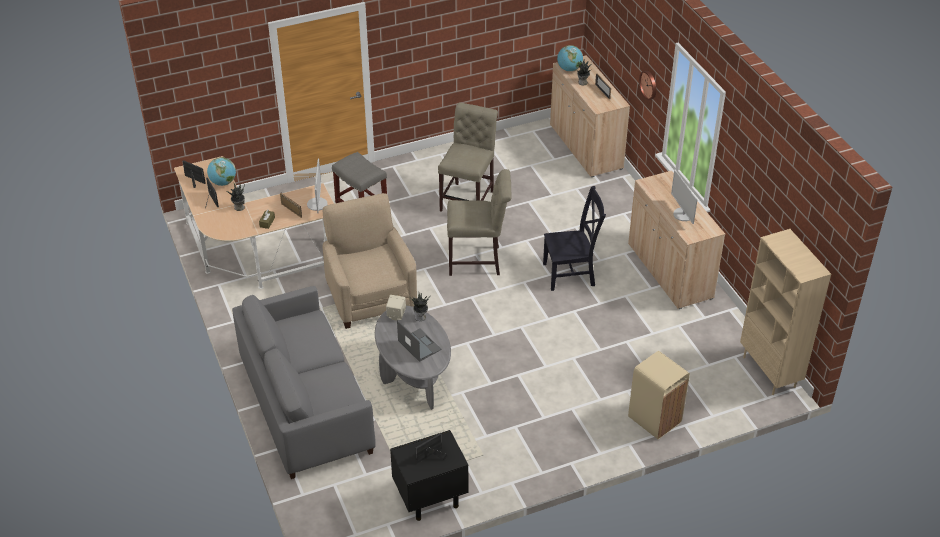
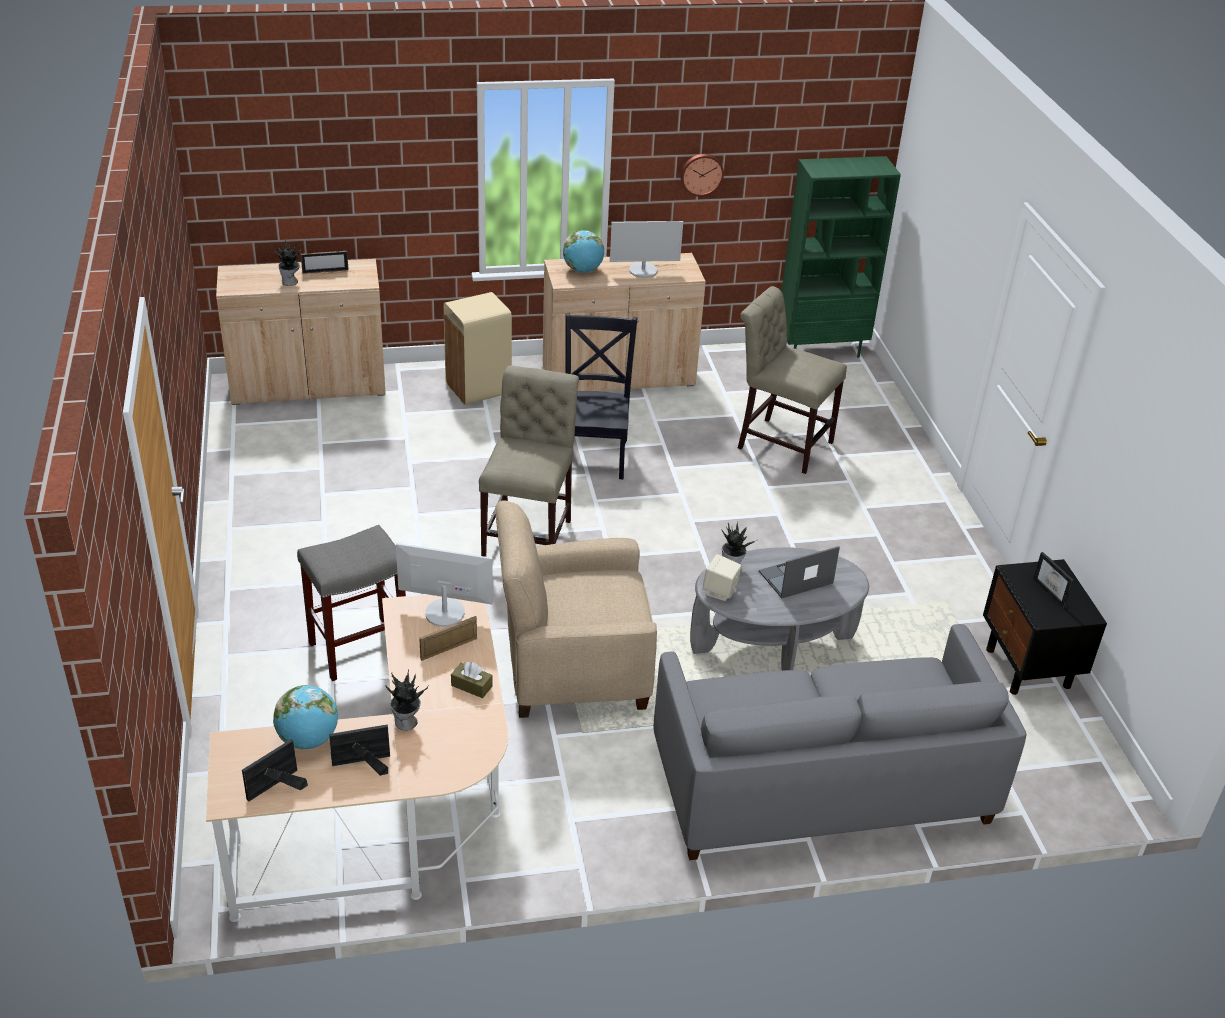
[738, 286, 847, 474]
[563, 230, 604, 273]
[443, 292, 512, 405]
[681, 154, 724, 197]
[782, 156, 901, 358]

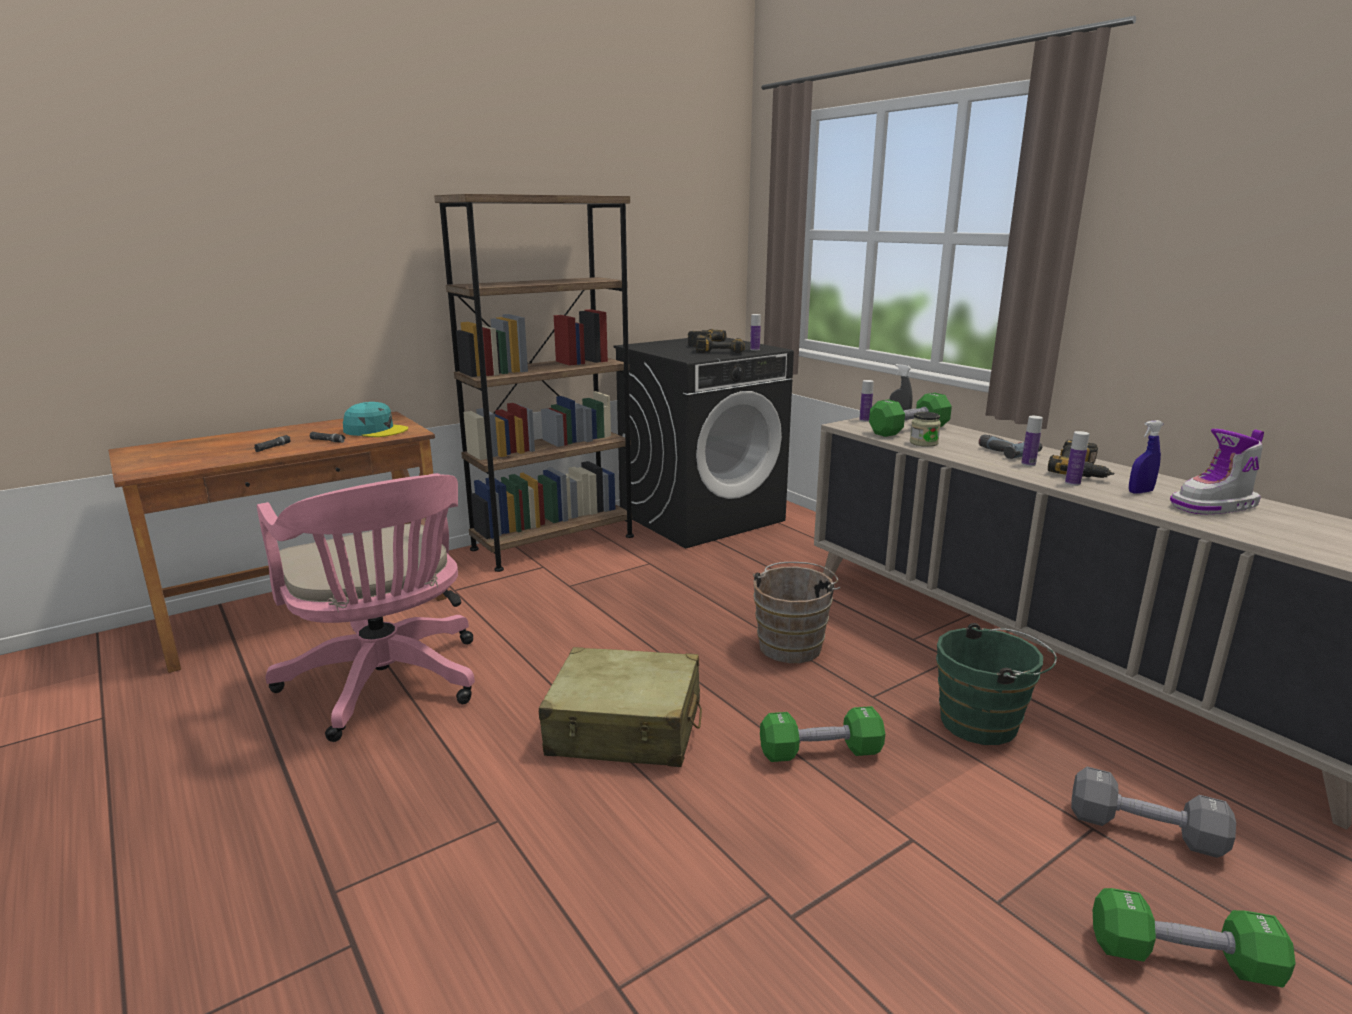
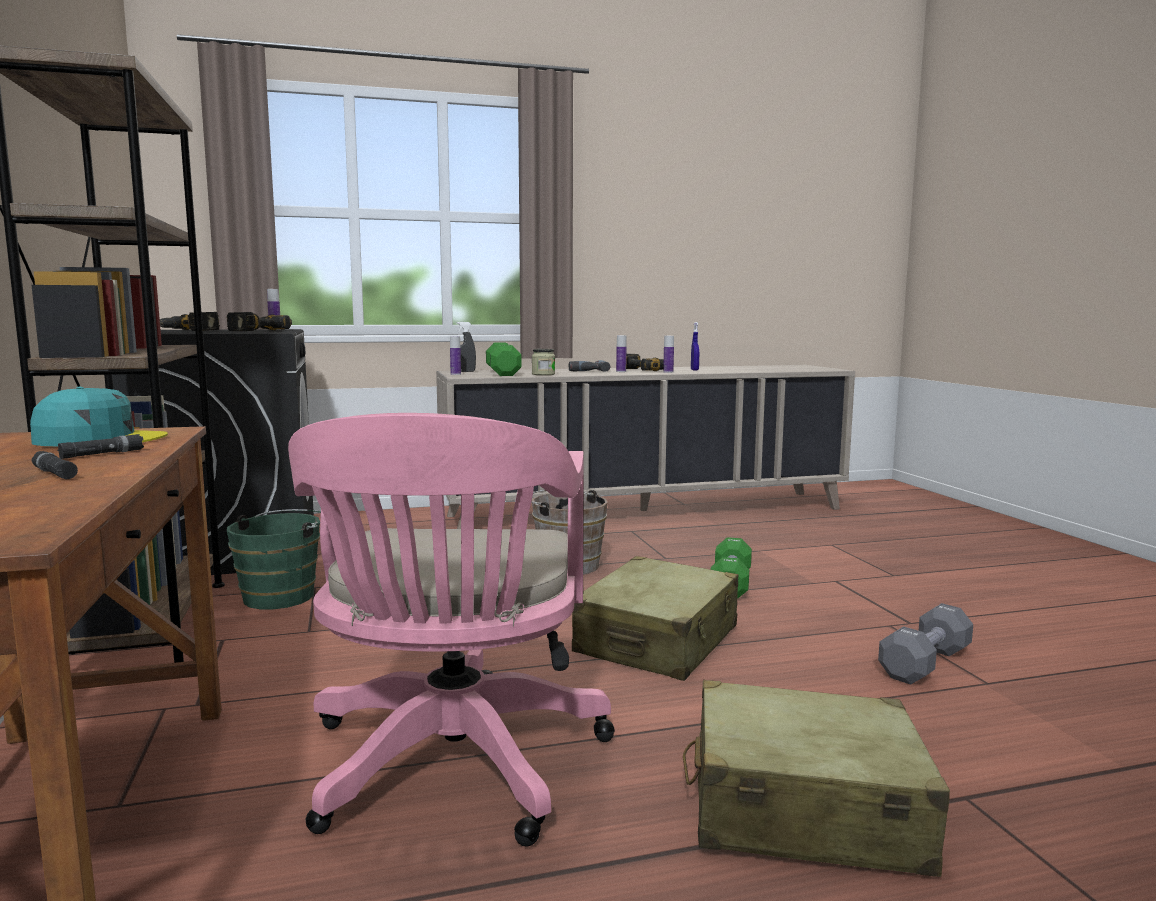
[288, 413, 615, 847]
[30, 387, 168, 447]
[227, 509, 321, 609]
[878, 603, 973, 684]
[1093, 888, 1296, 988] (first image)
[1170, 429, 1264, 514] (first image)
[683, 680, 950, 877]

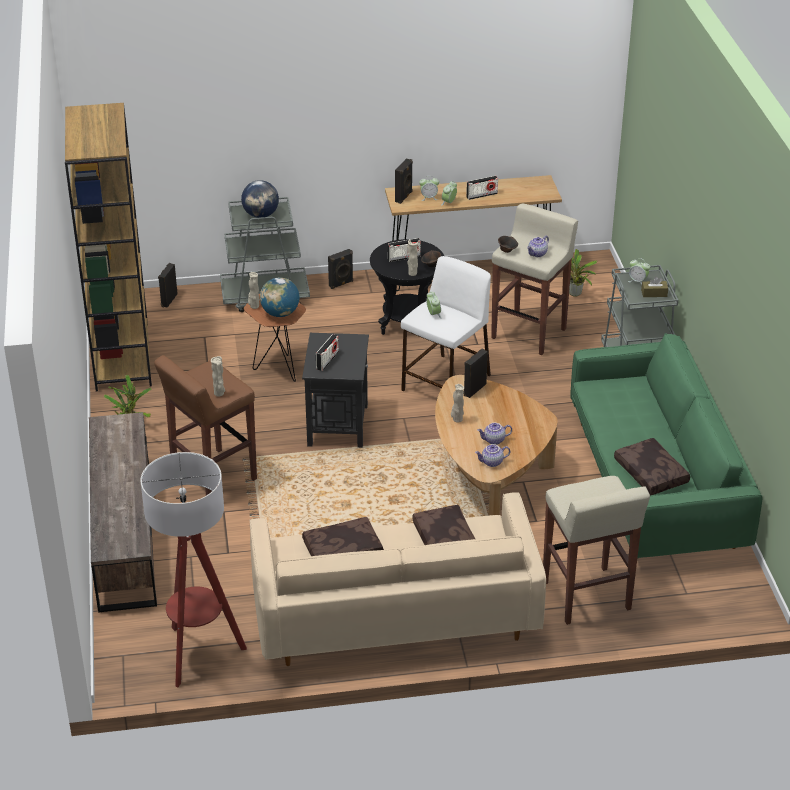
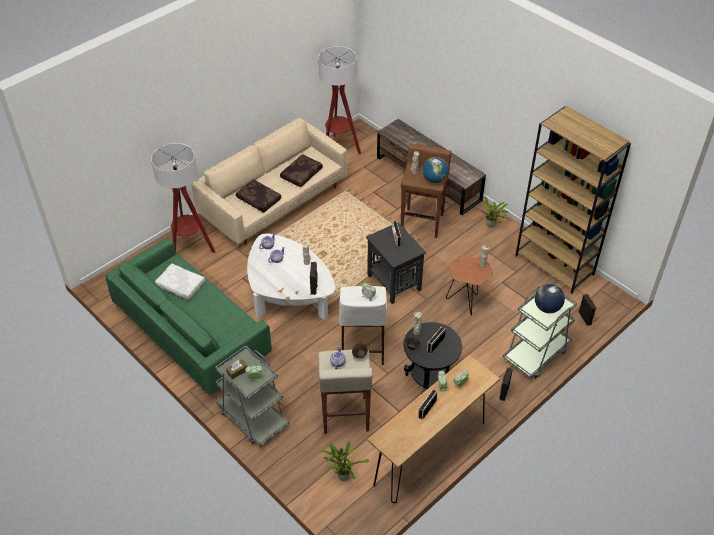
[422, 157, 448, 183]
[395, 158, 413, 204] (first image)
[247, 233, 335, 320]
[151, 143, 215, 253]
[155, 264, 205, 300]

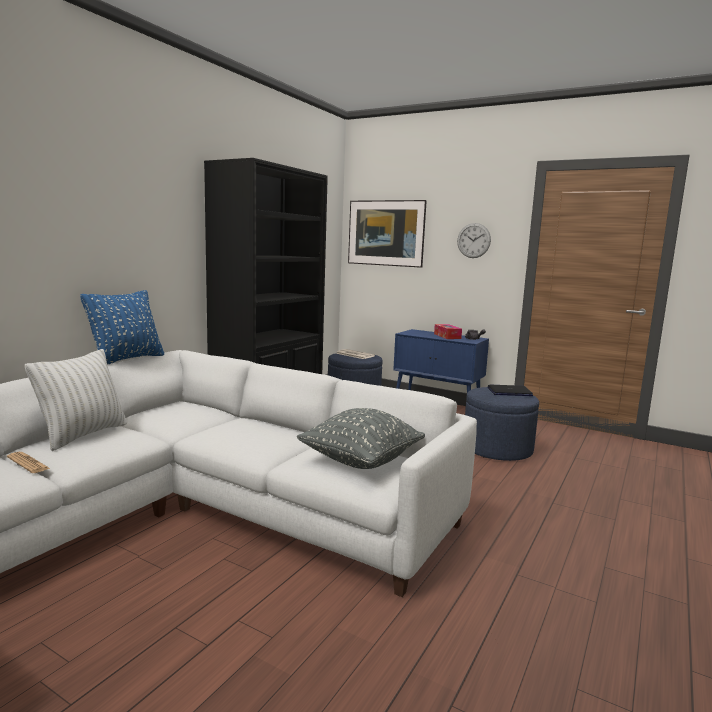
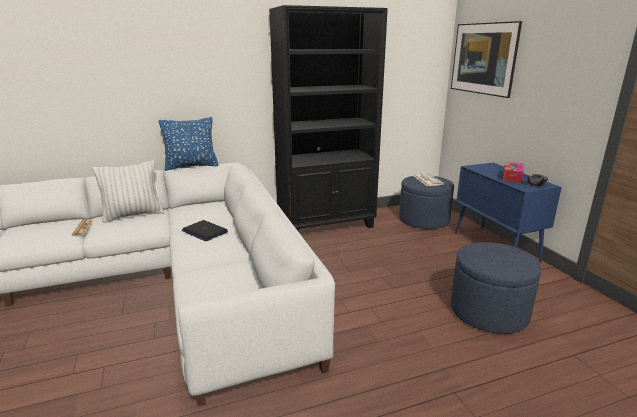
[297, 408, 425, 469] (first image)
[457, 223, 491, 258] (first image)
[182, 220, 228, 241]

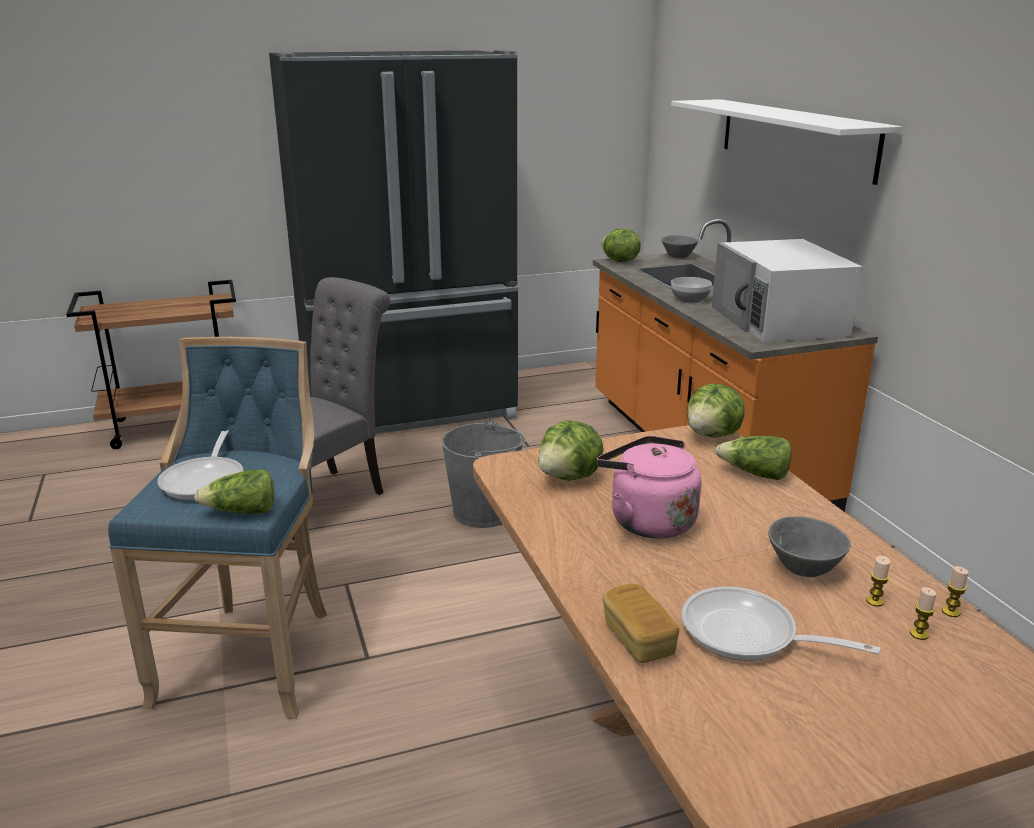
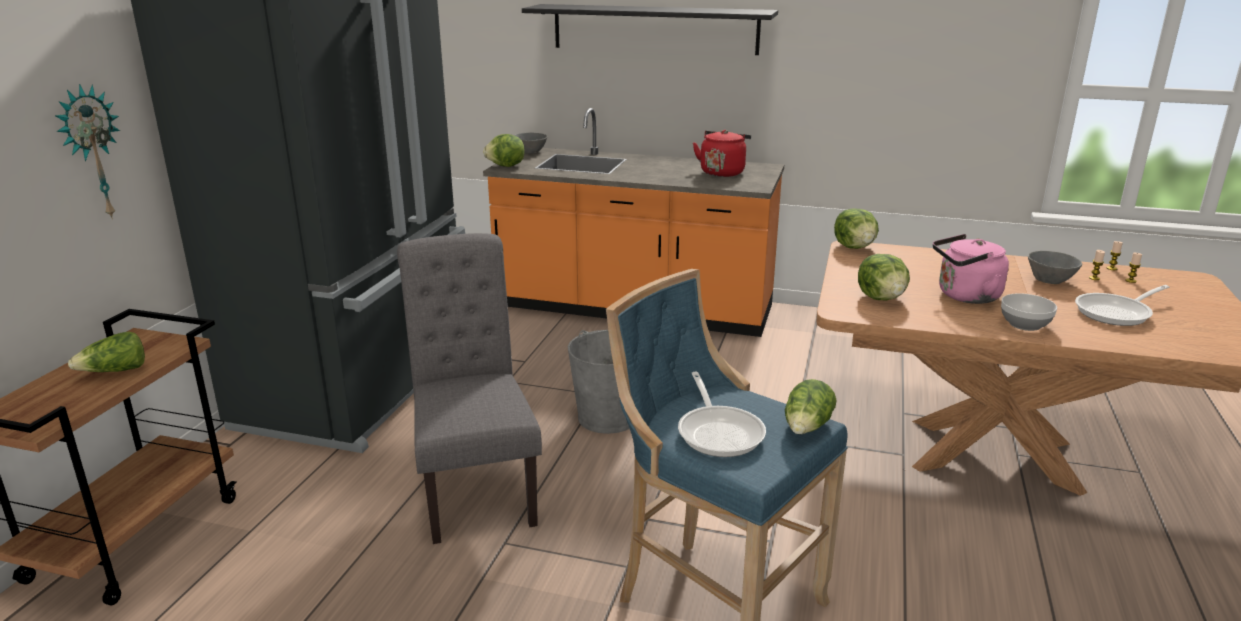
[678, 372, 766, 457]
[603, 584, 679, 663] (first image)
[522, 4, 778, 55]
[1001, 293, 1057, 331]
[693, 130, 751, 177]
[68, 332, 145, 372]
[55, 84, 120, 219]

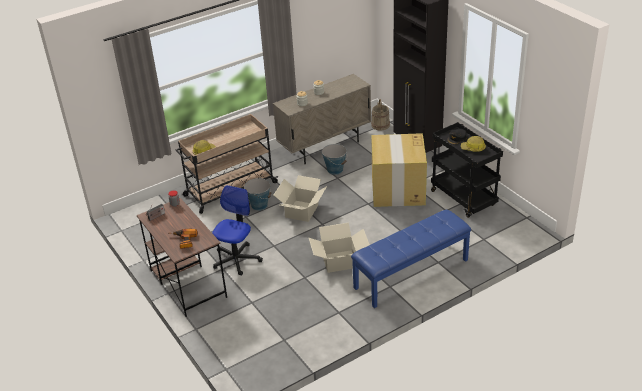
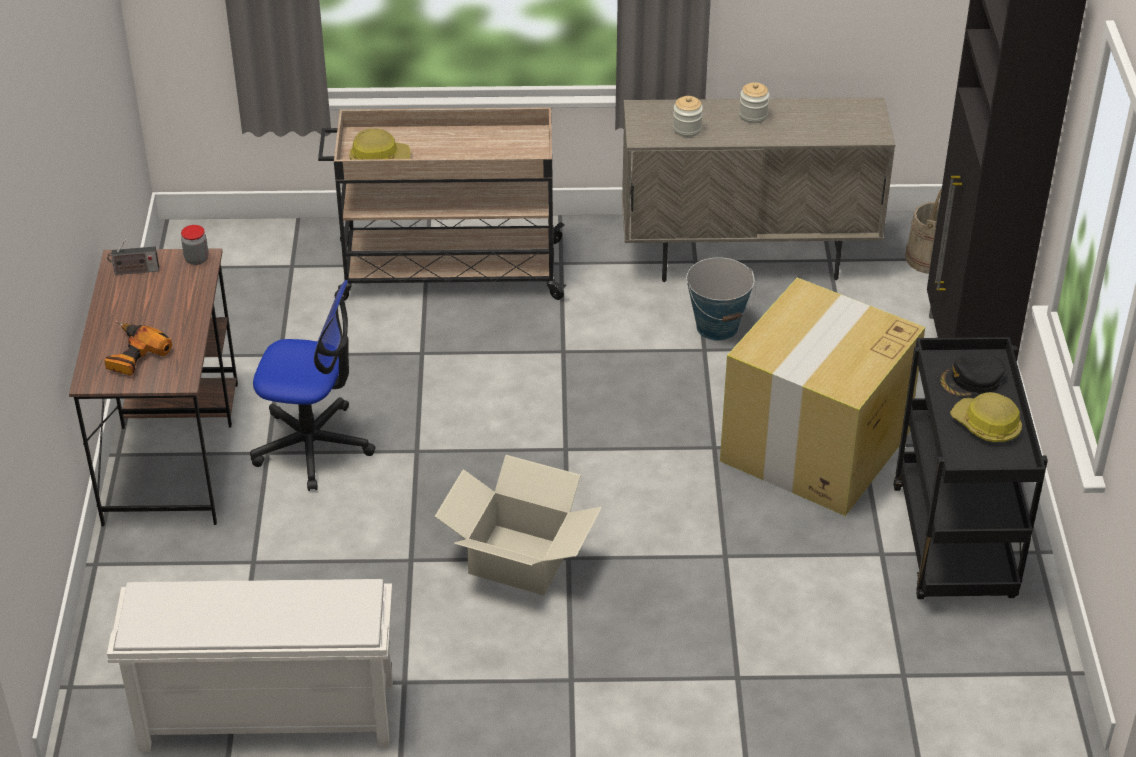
[250, 280, 376, 491]
[244, 177, 271, 211] (first image)
[274, 175, 327, 222] (first image)
[351, 210, 471, 308] (first image)
[107, 579, 393, 752]

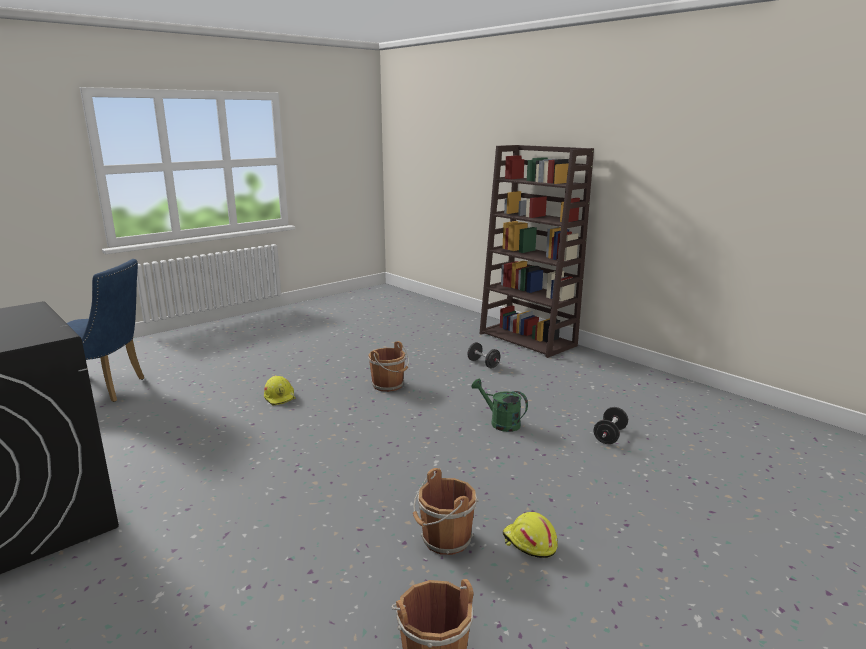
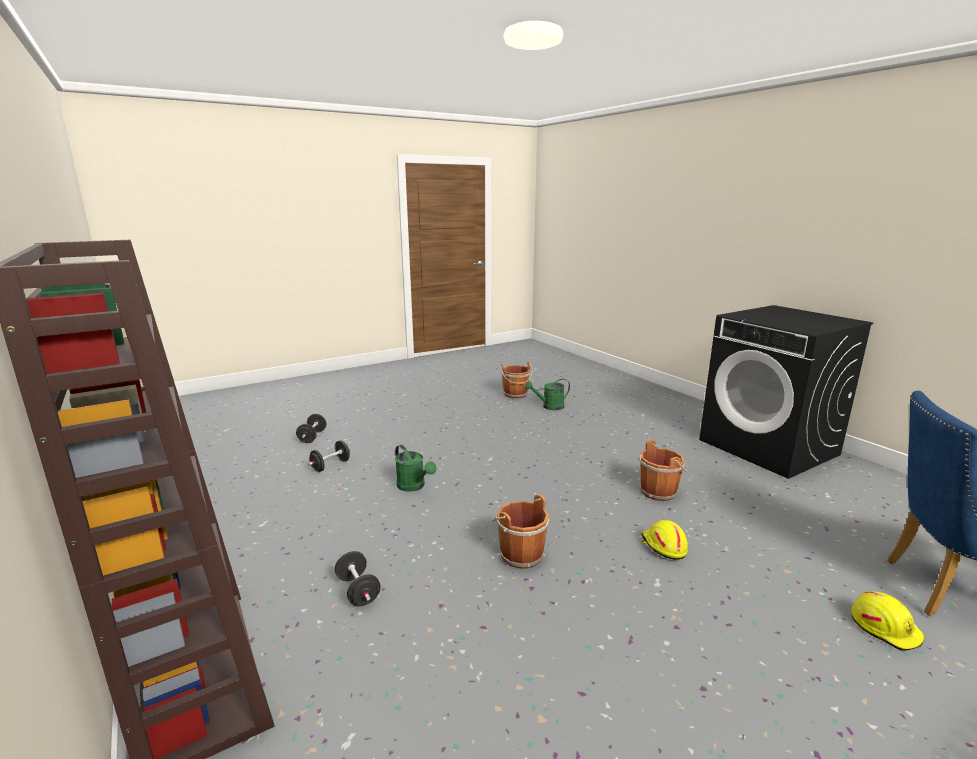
[638, 440, 687, 501]
[851, 592, 924, 651]
[296, 414, 326, 443]
[525, 379, 570, 410]

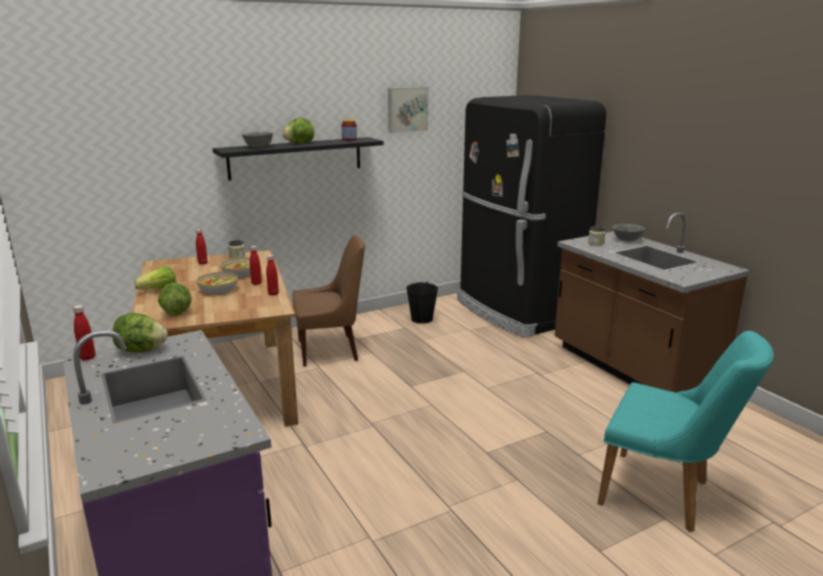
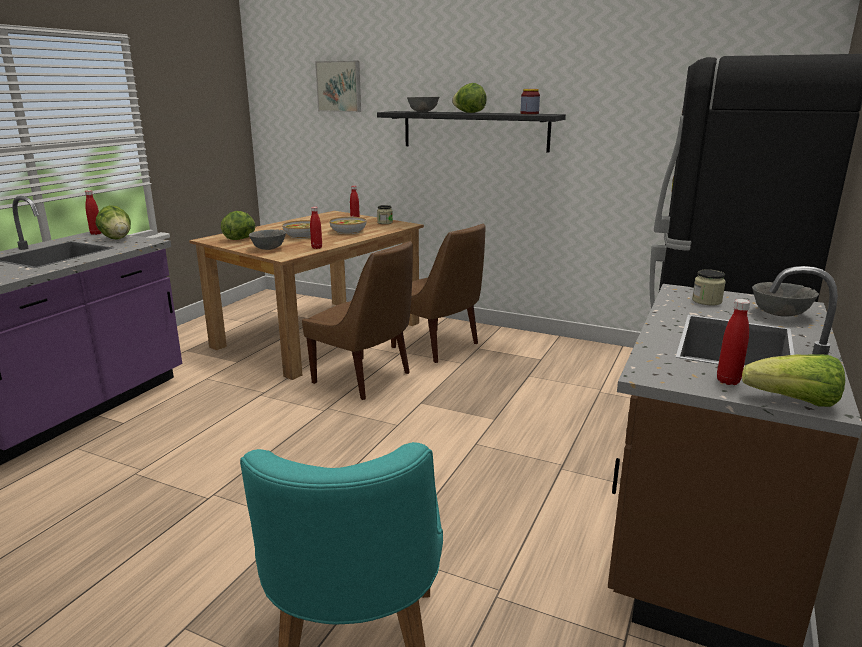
[742, 354, 845, 407]
[717, 299, 750, 385]
[315, 61, 361, 112]
[406, 281, 438, 324] (first image)
[249, 229, 286, 250]
[302, 241, 413, 400]

